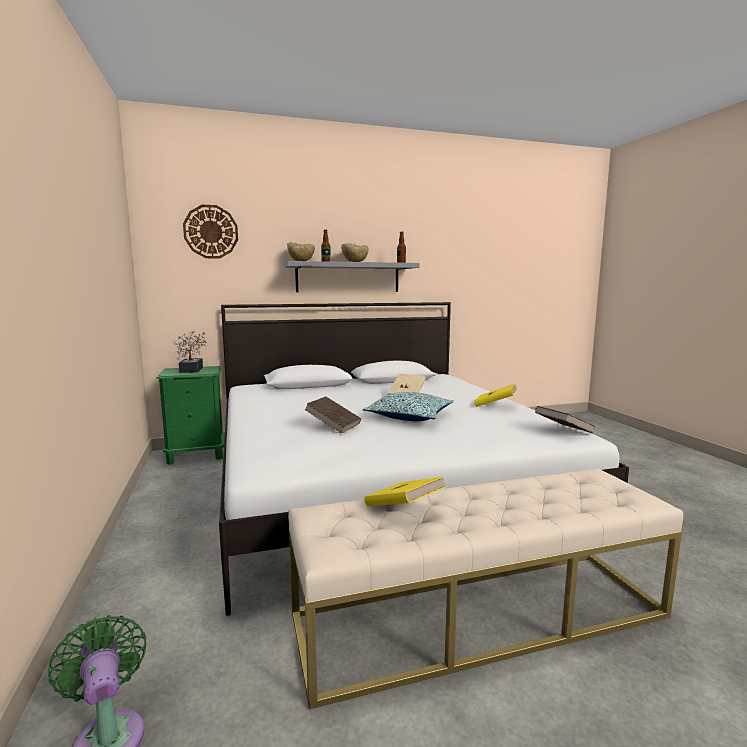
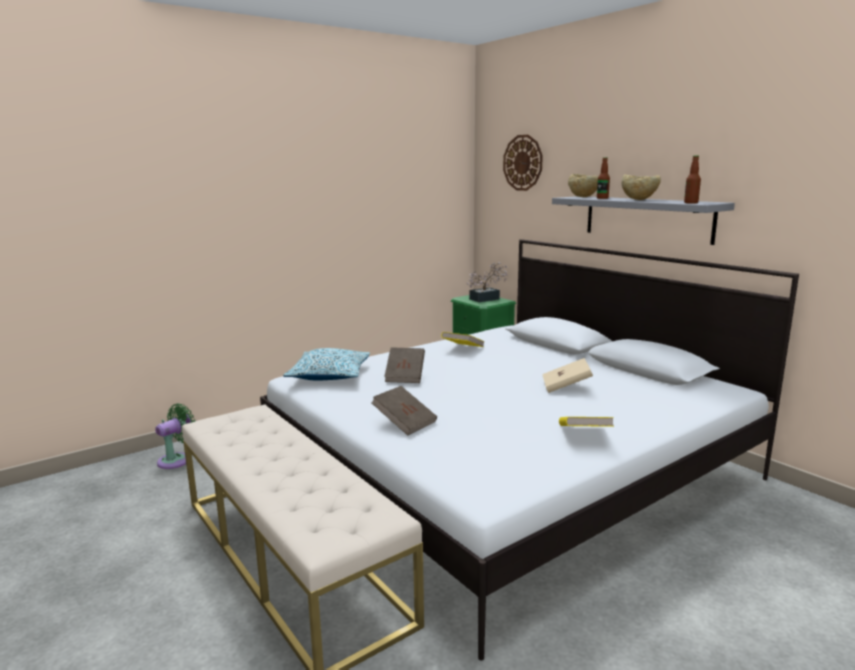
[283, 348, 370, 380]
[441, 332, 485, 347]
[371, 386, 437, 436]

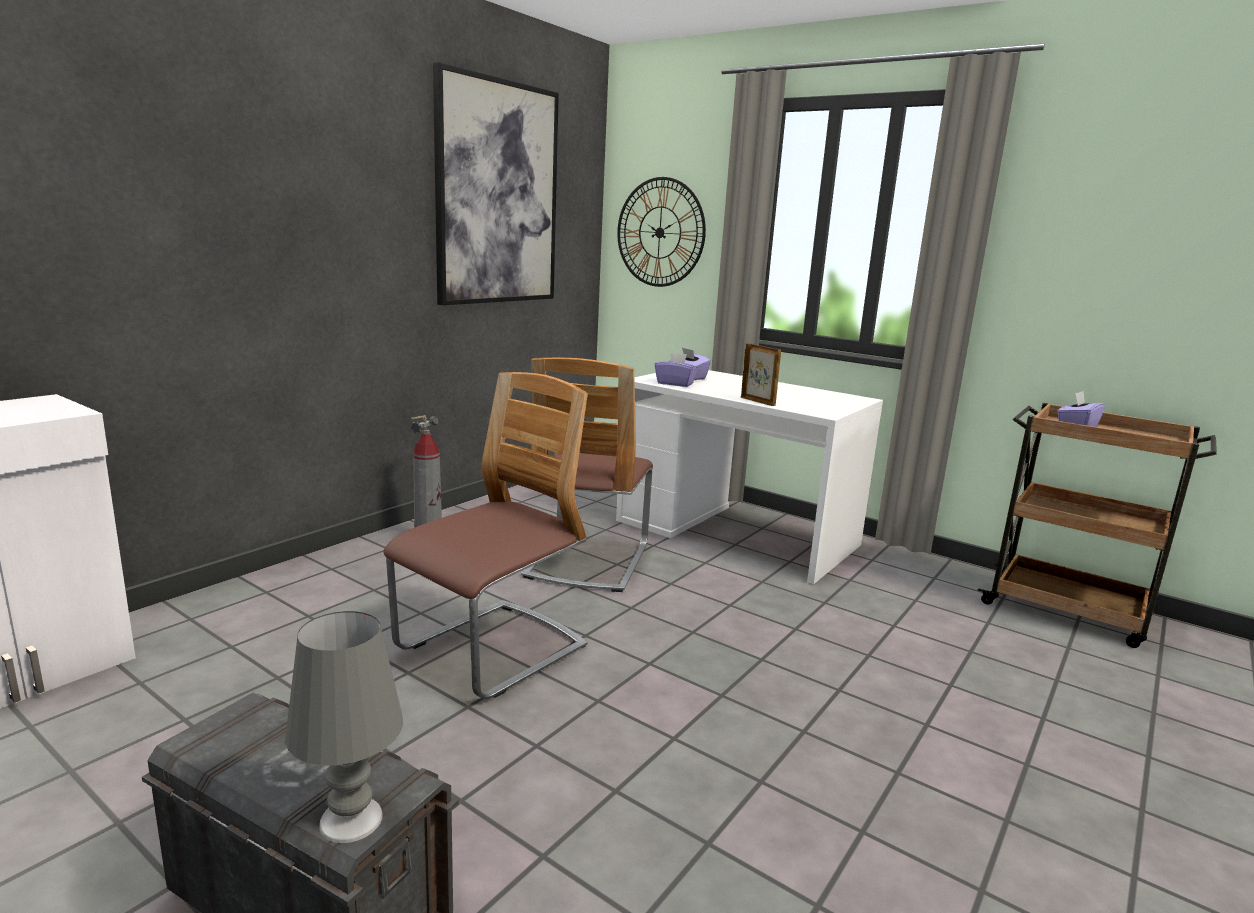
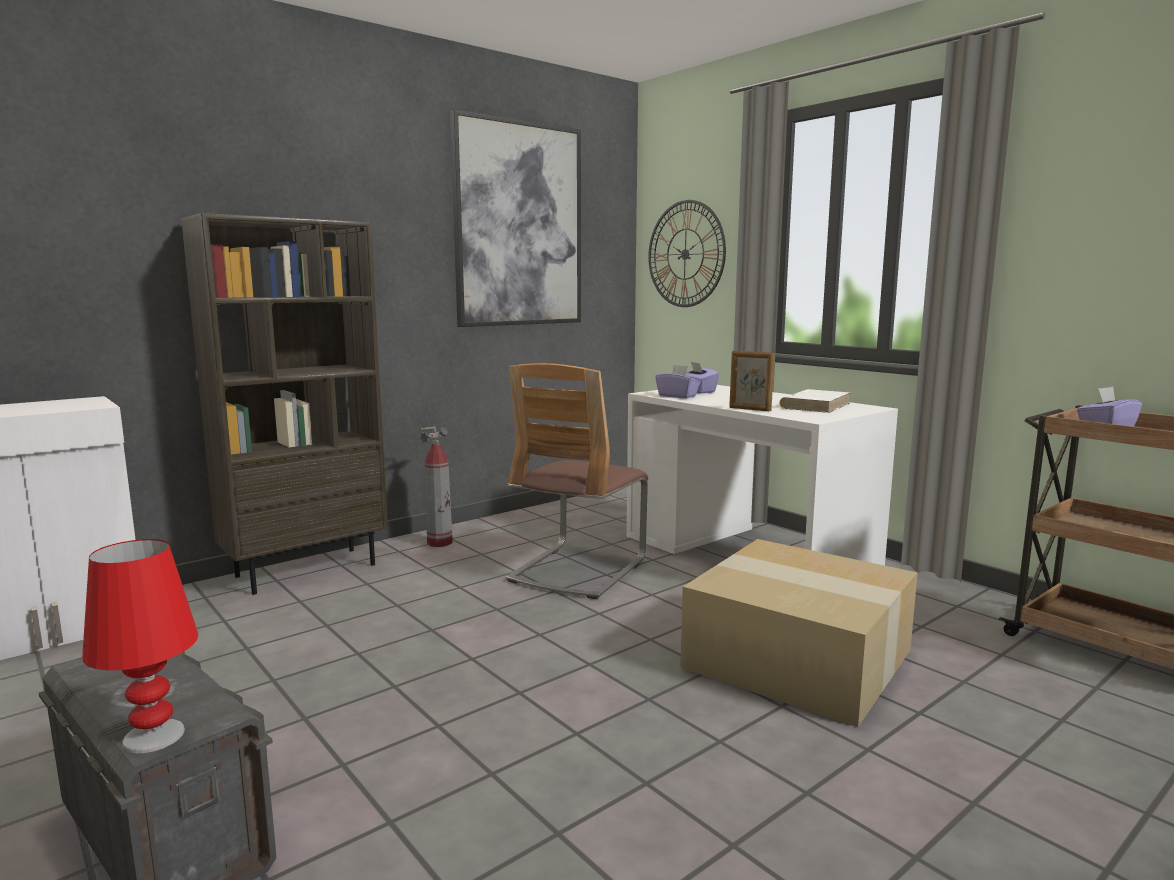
[82, 539, 199, 753]
[383, 372, 588, 699] (first image)
[729, 351, 775, 411]
[181, 213, 388, 595]
[680, 539, 918, 727]
[779, 389, 850, 413]

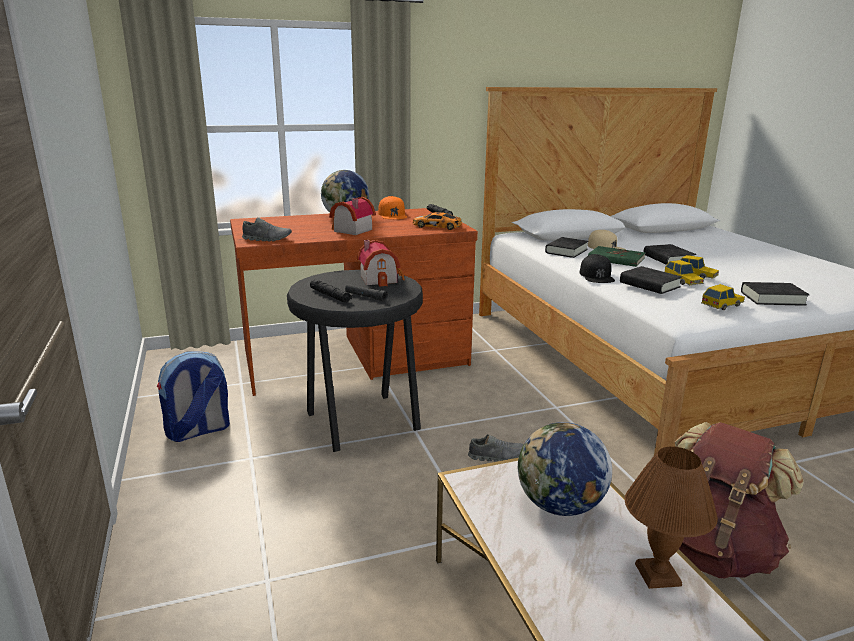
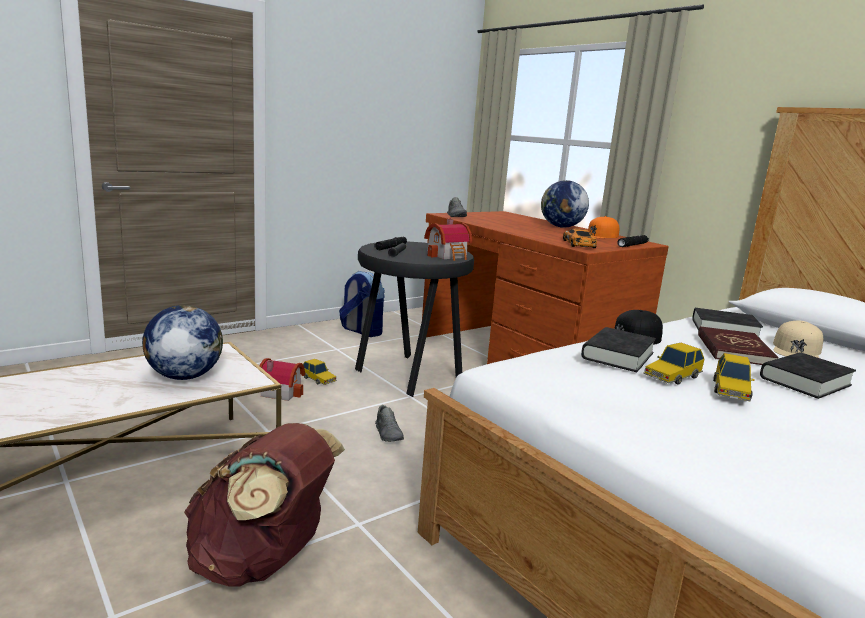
[260, 358, 305, 401]
[698, 326, 779, 365]
[625, 446, 718, 589] (first image)
[303, 359, 337, 385]
[741, 282, 809, 306] (first image)

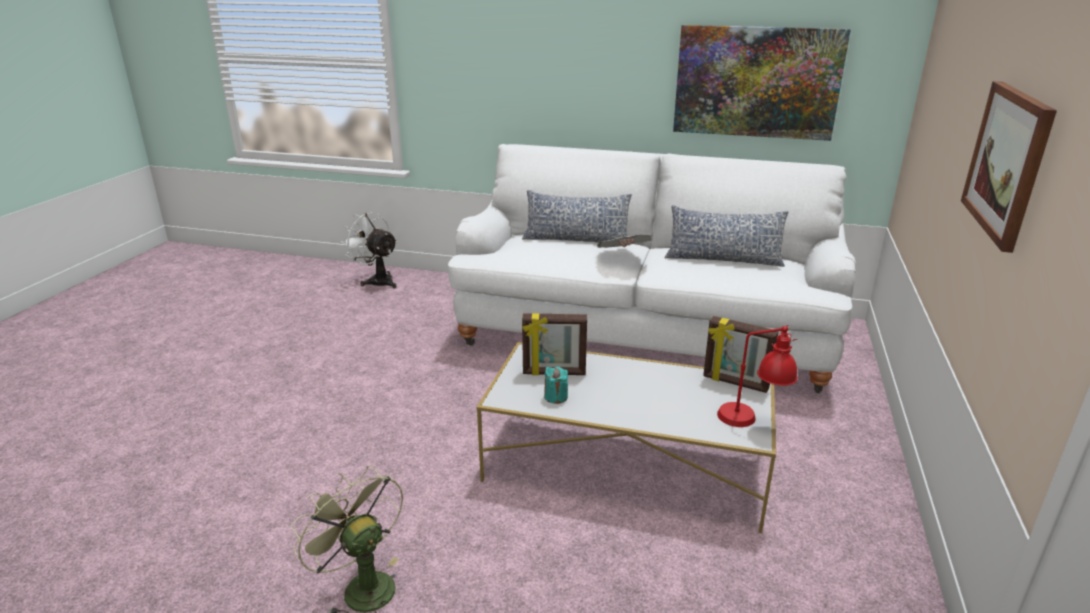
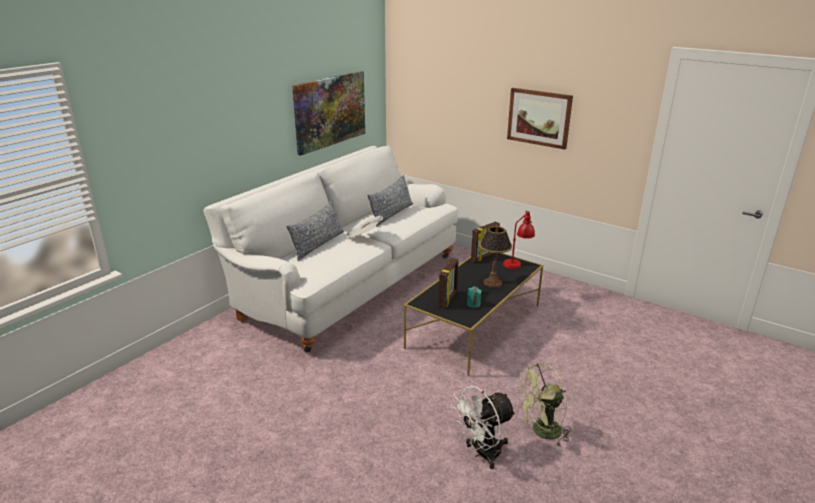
[451, 385, 516, 469]
[404, 253, 544, 376]
[479, 225, 512, 288]

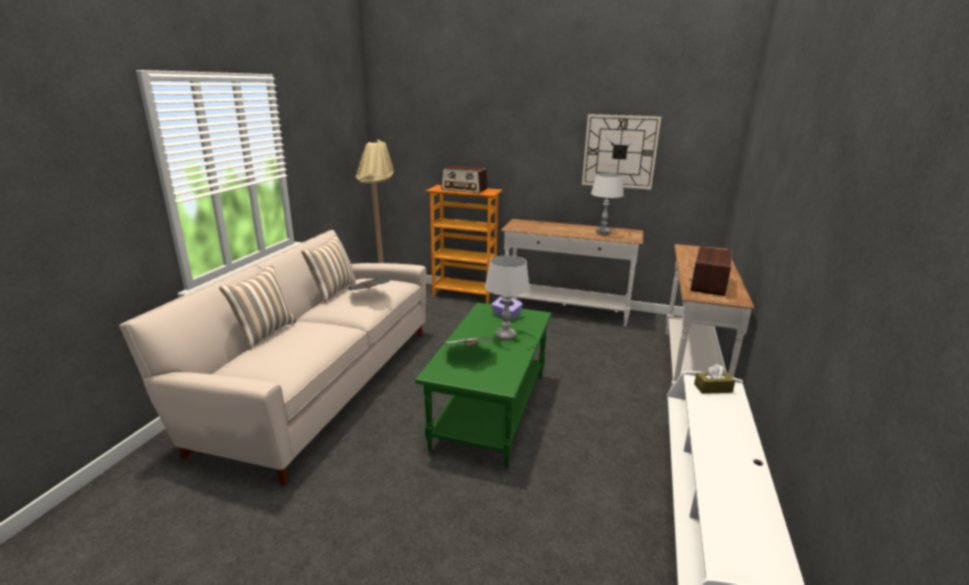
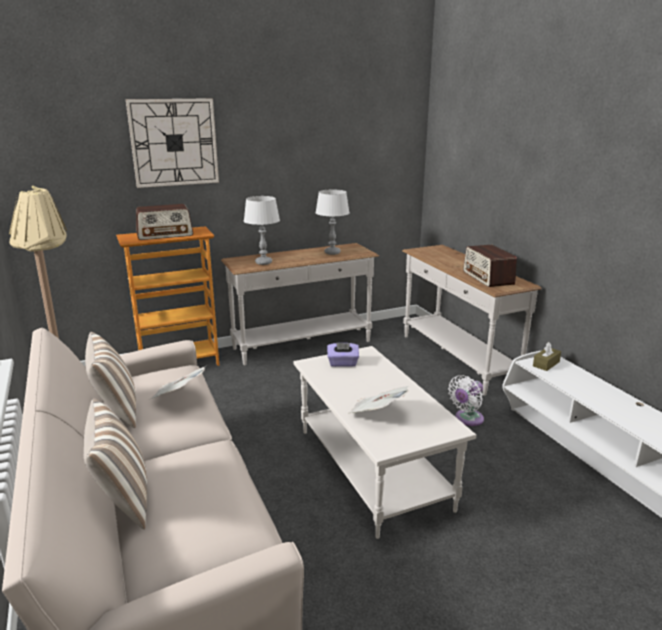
[294, 346, 476, 539]
[244, 196, 280, 265]
[126, 98, 219, 188]
[448, 375, 484, 426]

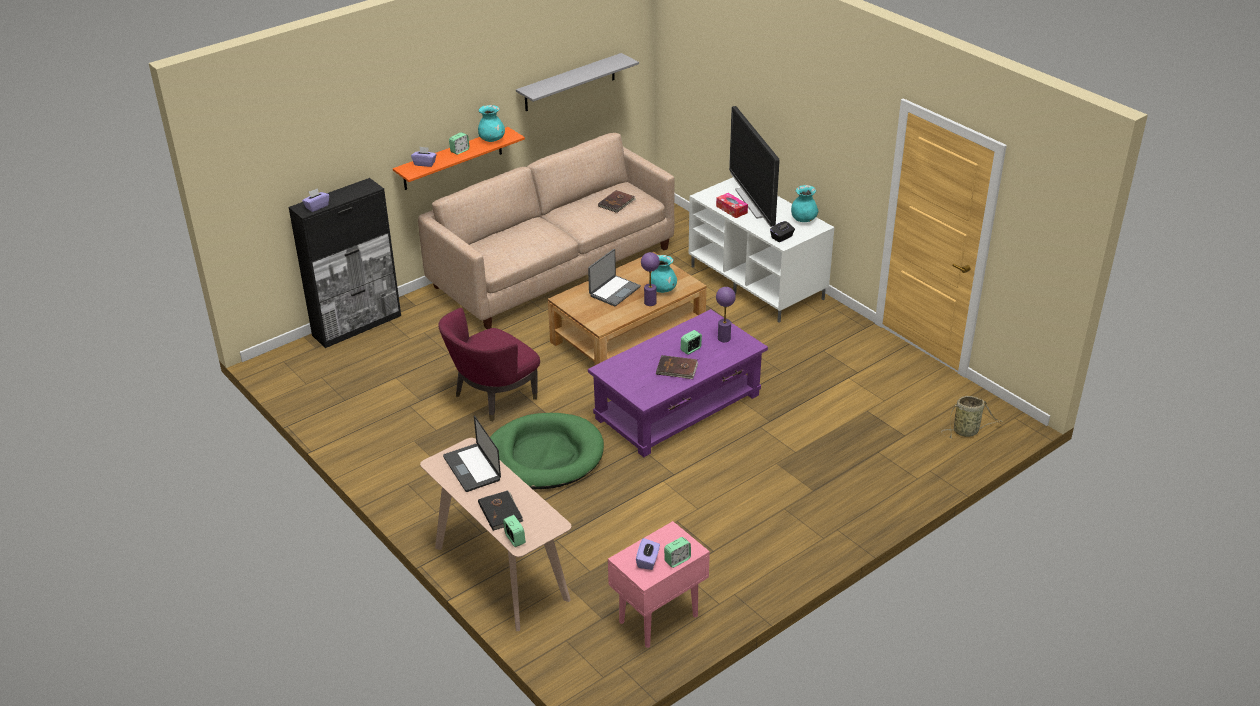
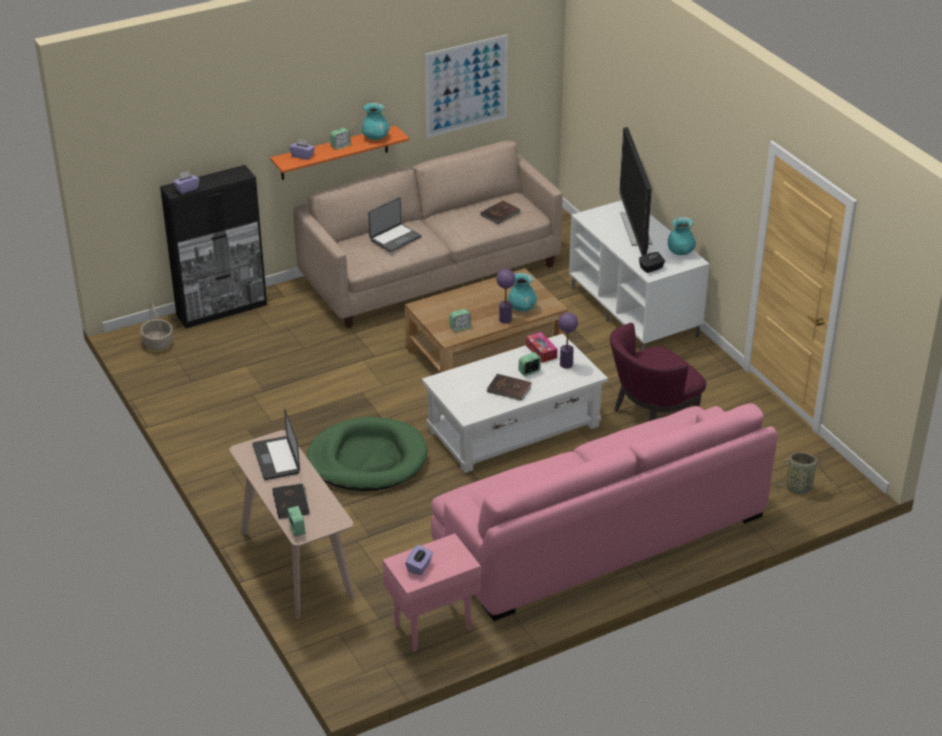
[610, 323, 706, 421]
[425, 34, 508, 138]
[368, 197, 421, 252]
[422, 334, 608, 473]
[449, 309, 471, 331]
[526, 332, 557, 363]
[140, 302, 173, 351]
[431, 403, 777, 621]

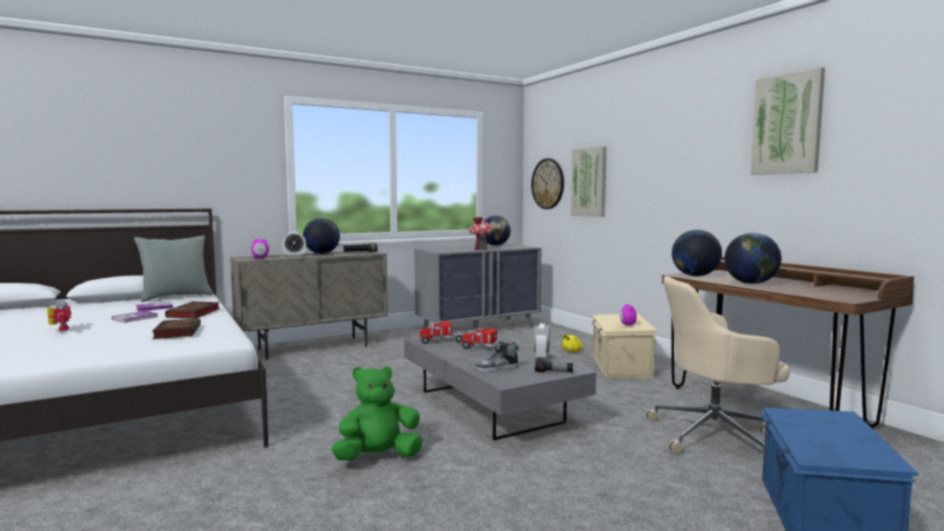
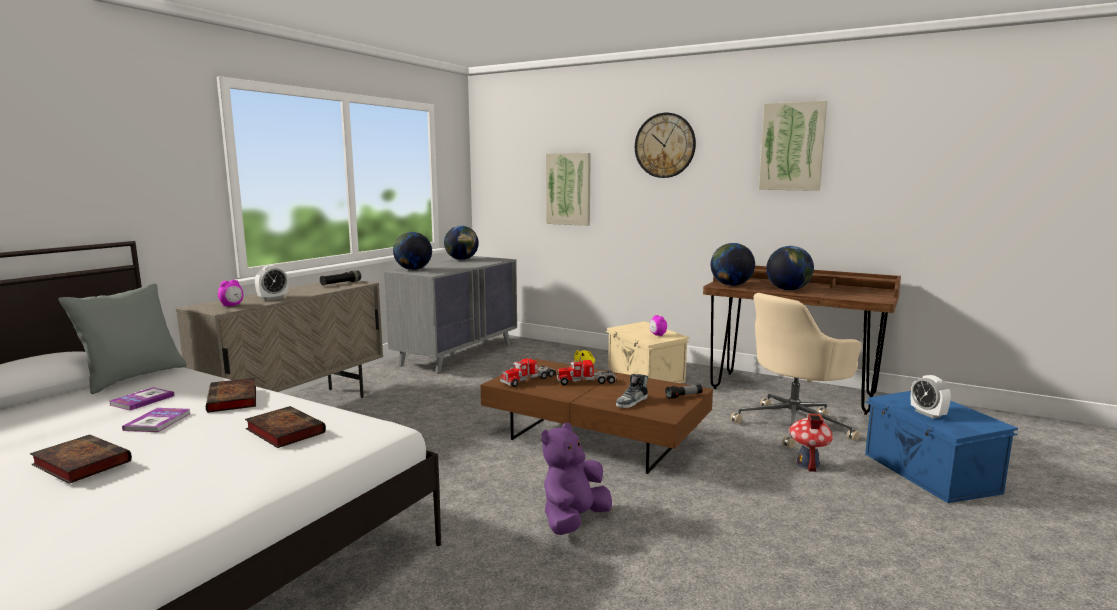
[29, 435, 132, 484]
[393, 232, 432, 270]
[541, 423, 612, 535]
[481, 359, 713, 474]
[789, 414, 833, 472]
[635, 113, 696, 178]
[911, 375, 951, 418]

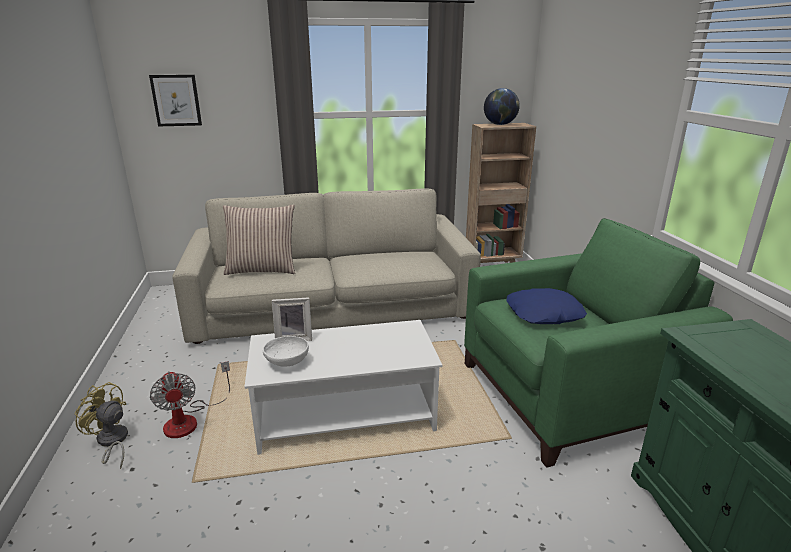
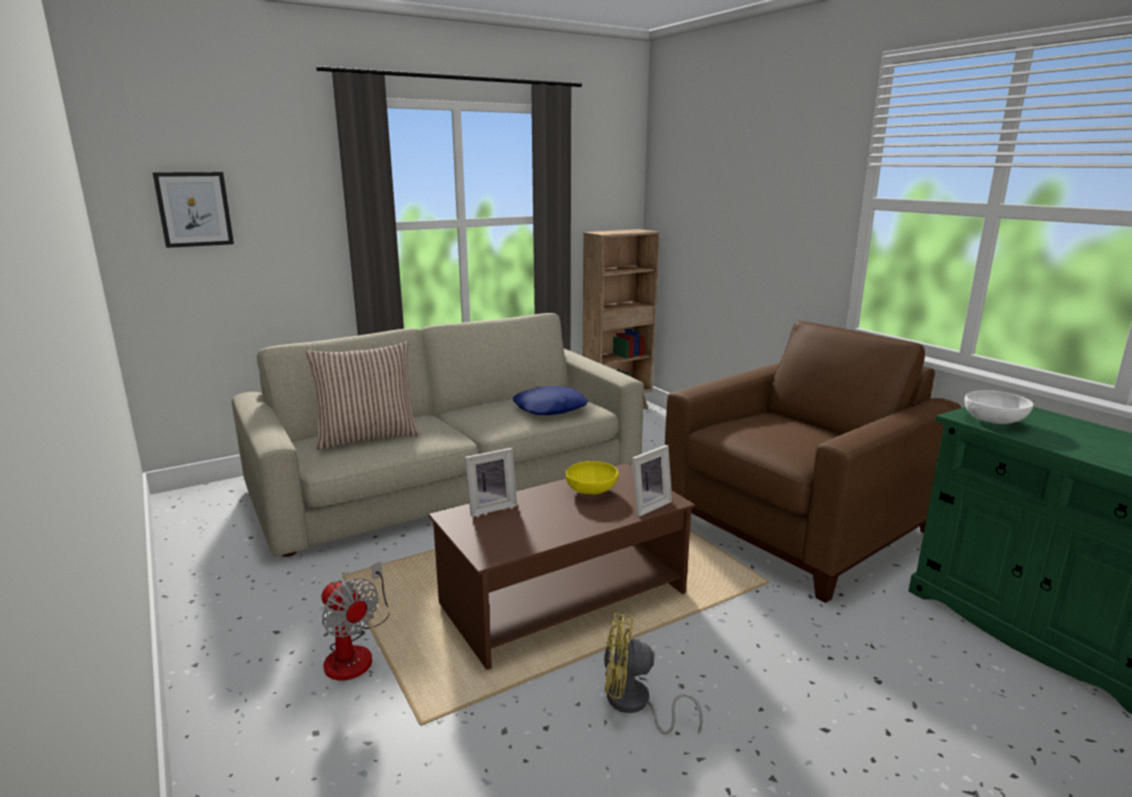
[604, 613, 703, 735]
[429, 463, 695, 670]
[965, 390, 1034, 424]
[665, 321, 962, 603]
[484, 88, 520, 125] (first image)
[513, 386, 588, 415]
[566, 461, 619, 494]
[632, 445, 672, 517]

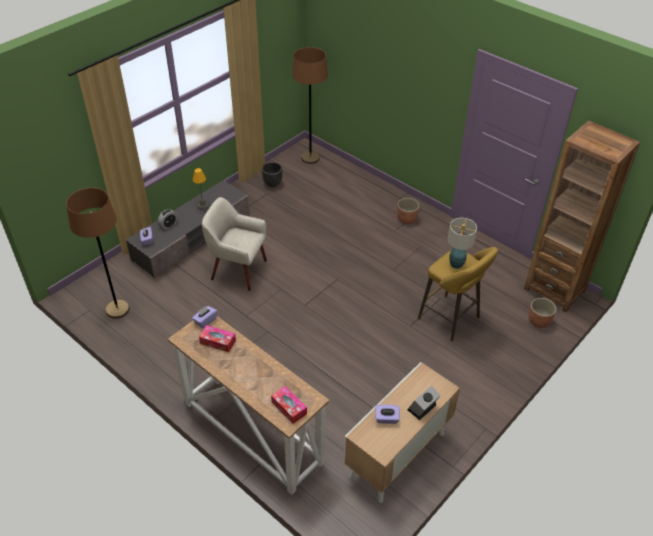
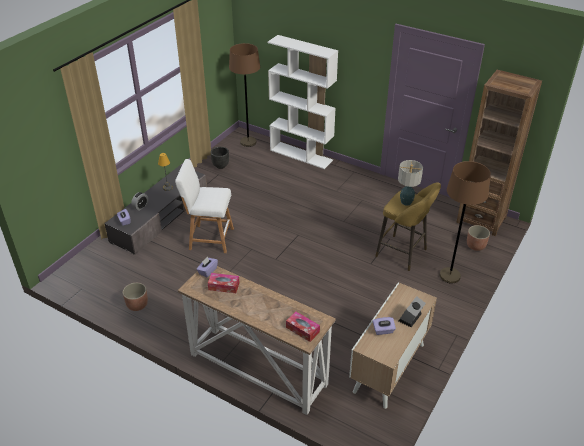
[439, 161, 491, 284]
[175, 159, 234, 253]
[123, 283, 148, 311]
[267, 35, 338, 169]

